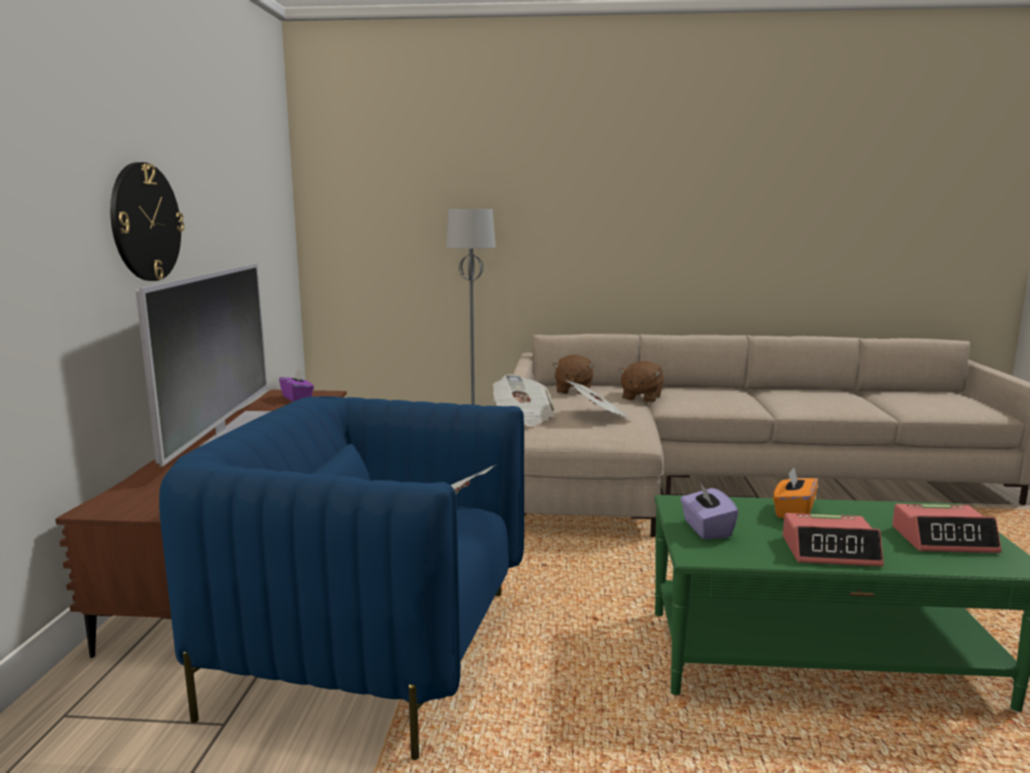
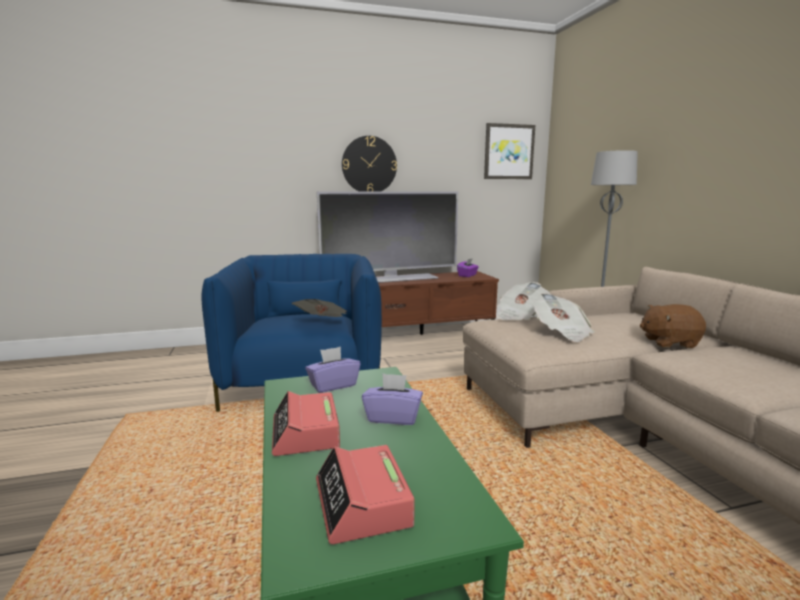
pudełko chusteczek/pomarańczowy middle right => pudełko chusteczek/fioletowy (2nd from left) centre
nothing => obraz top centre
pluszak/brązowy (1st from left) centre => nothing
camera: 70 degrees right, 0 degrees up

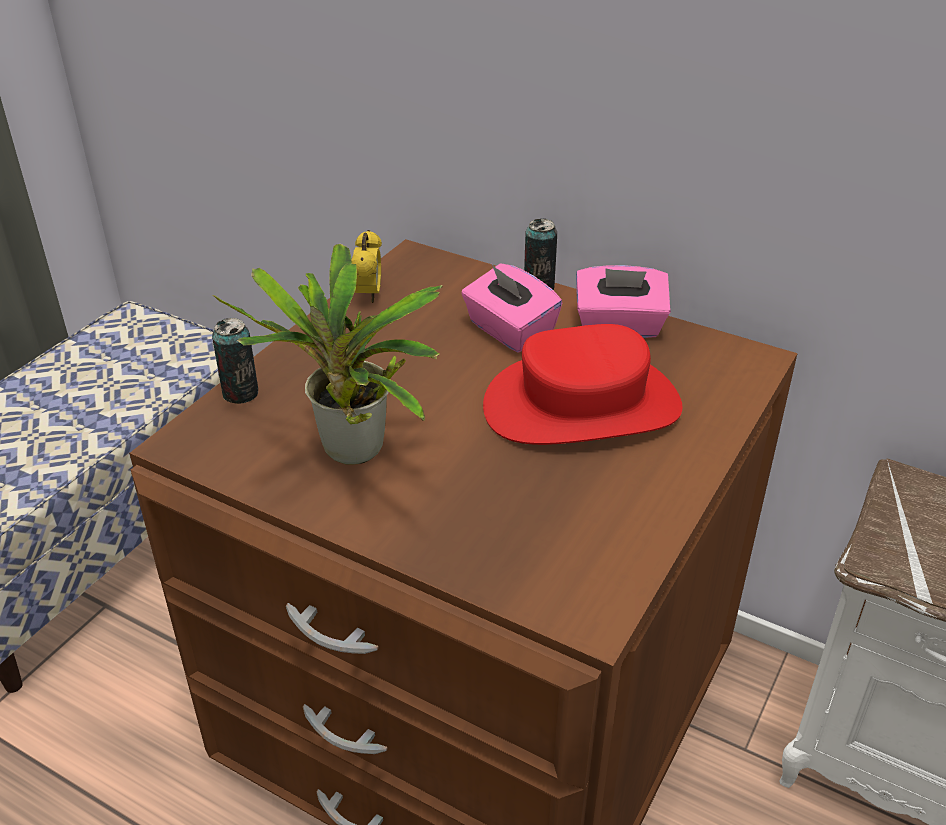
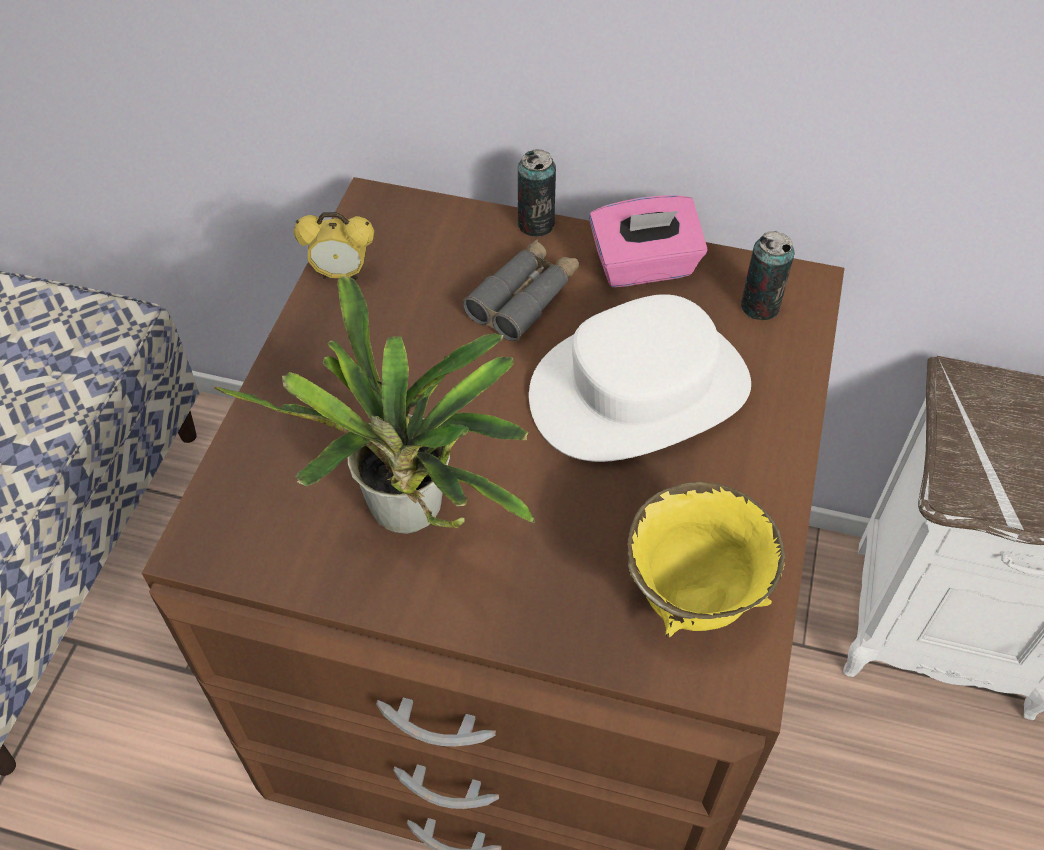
budzik top centre => budzik top left, 105 degrees clockwise
pudełko chusteczek/różowy (1st from left) centre => lornetka/szary centre
kapelusz/czerwony centre => kapelusz/biały centre
nothing => miska/żółty middle right
puszka (1st from left in the first image) middle left => puszka (2nd from left) top right, moved
camera: 15 degrees left, 15 degrees up

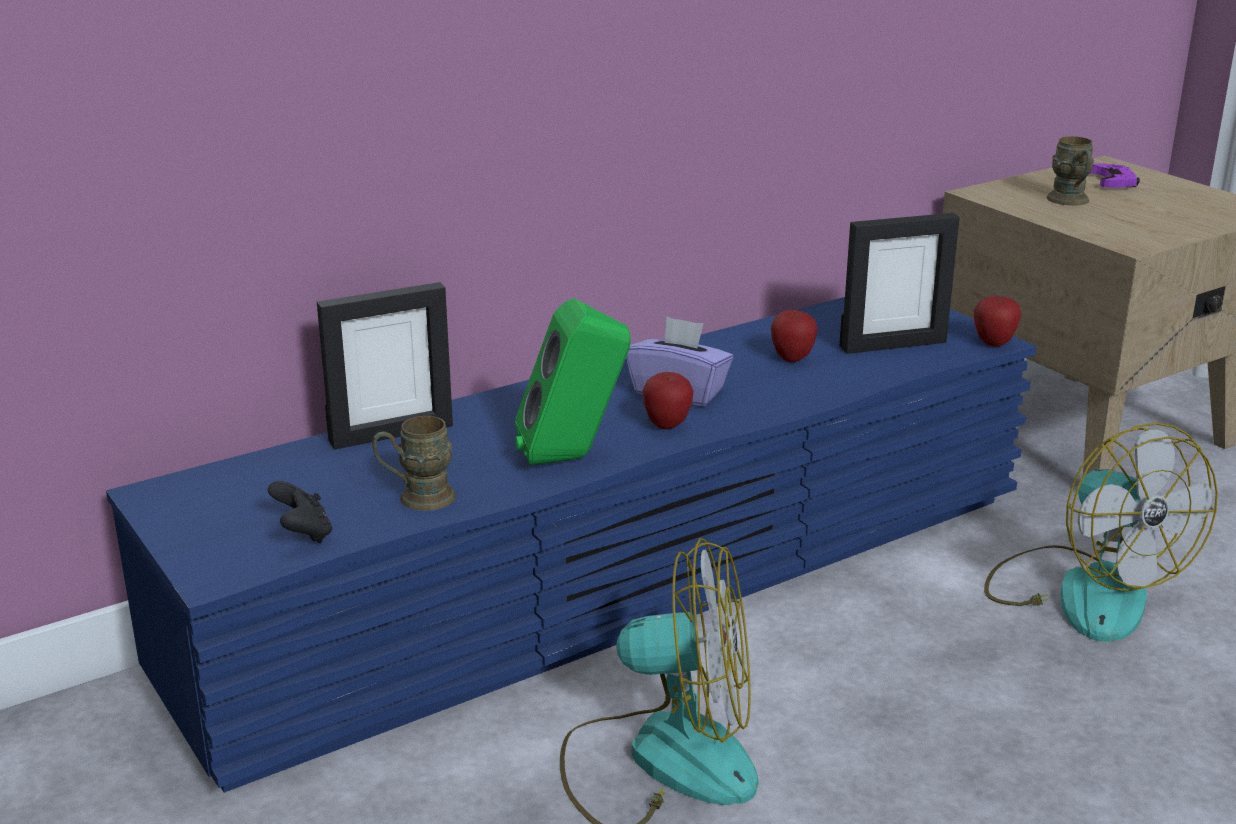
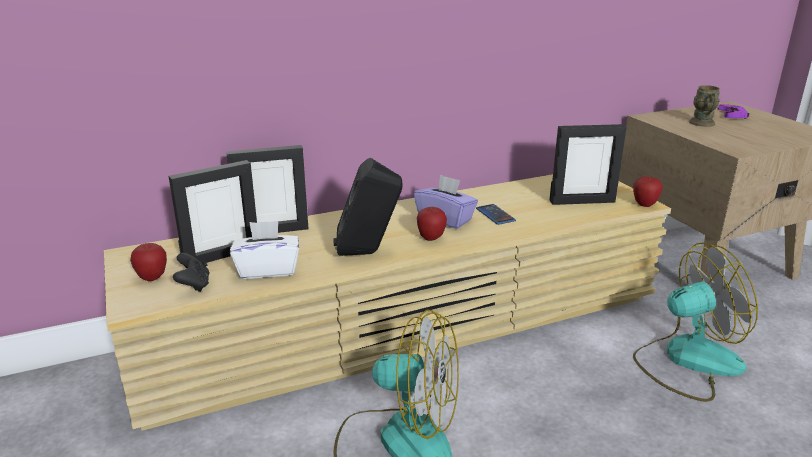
szafka pod telewizor/niebieski centre => szafka pod telewizor/beżowy centre
jabłko (2nd from left in the first image) centre => jabłko (1st from left) middle left, moved
nothing => ramka na zdjęcie (1st from left) middle left
kubek/brązowy (1st from left) centre => pudełko chusteczek/biały middle left
głośnik/zielony centre => głośnik/czarny centre
nothing => telefon centre
wentylator (2nd from left) middle right => wentylator (2nd from left) bottom right, 90 degrees counterclockwise
camera: 10 degrees right, 0 degrees up

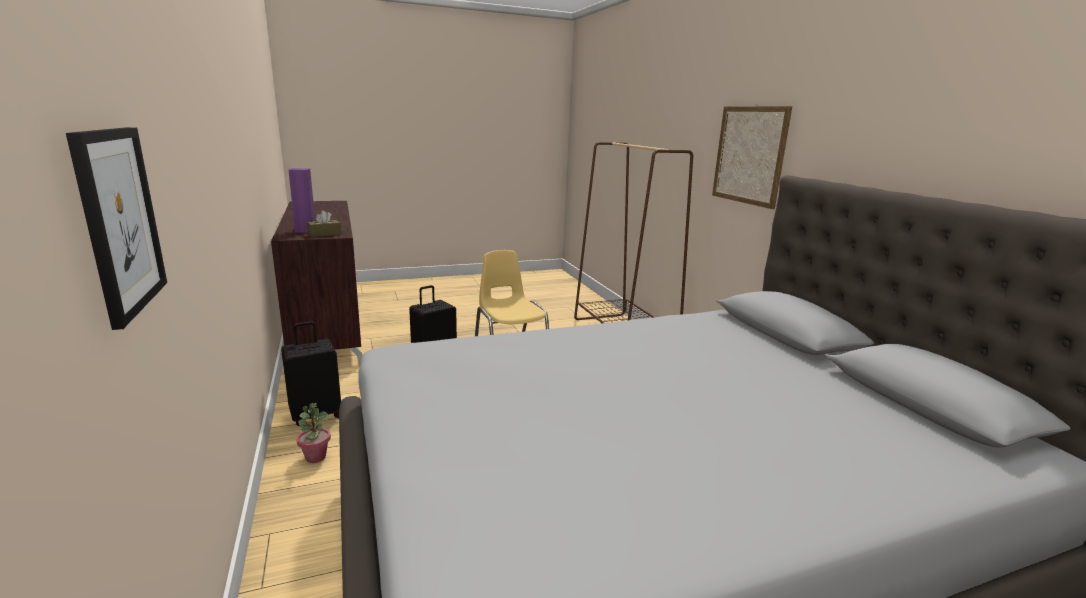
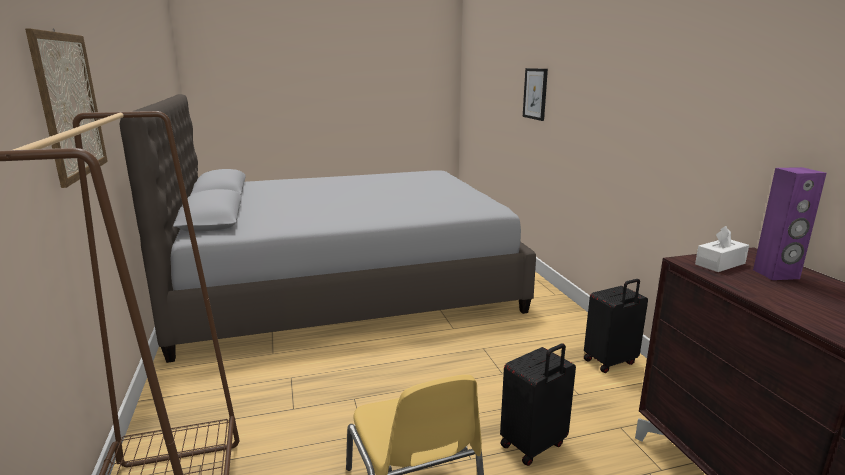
pudełko chusteczek/brązowy middle left => pudełko chusteczek/biały middle right
roślina doniczkowa bottom left => nothing
camera: 175 degrees left, 0 degrees up

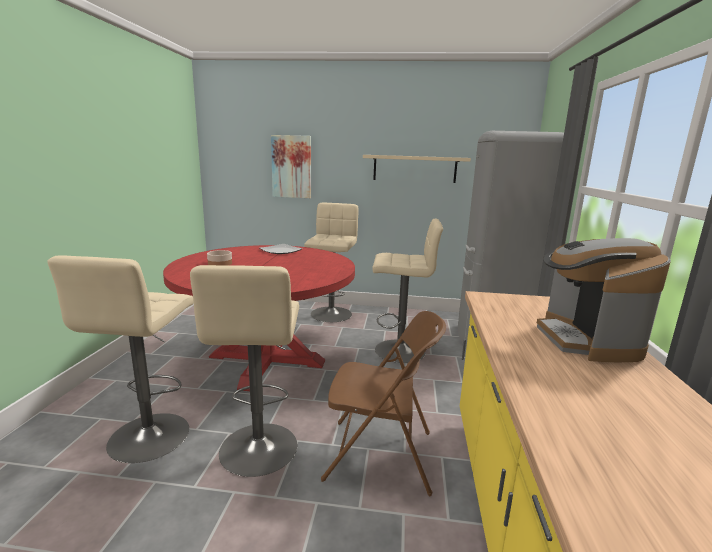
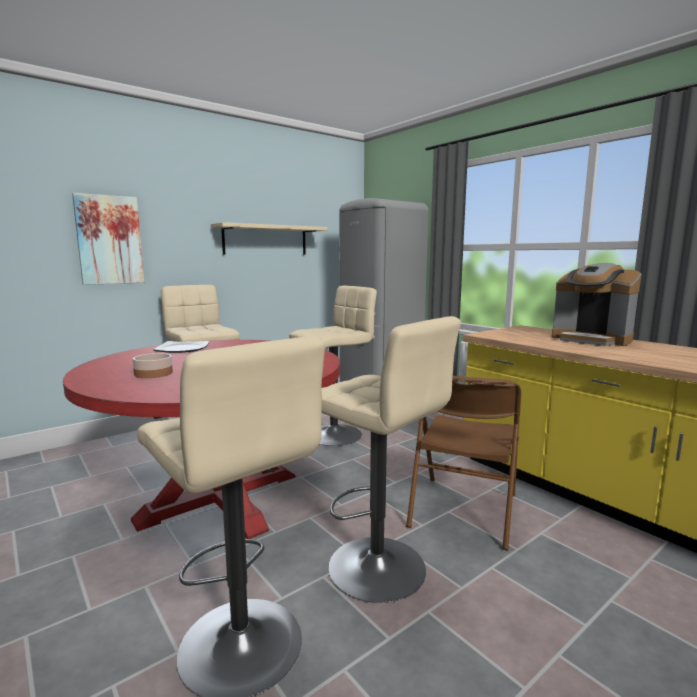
krzesło/brązowy bottom centre => krzesło/brązowy centre, 150 degrees clockwise
camera: 45 degrees left, 5 degrees down

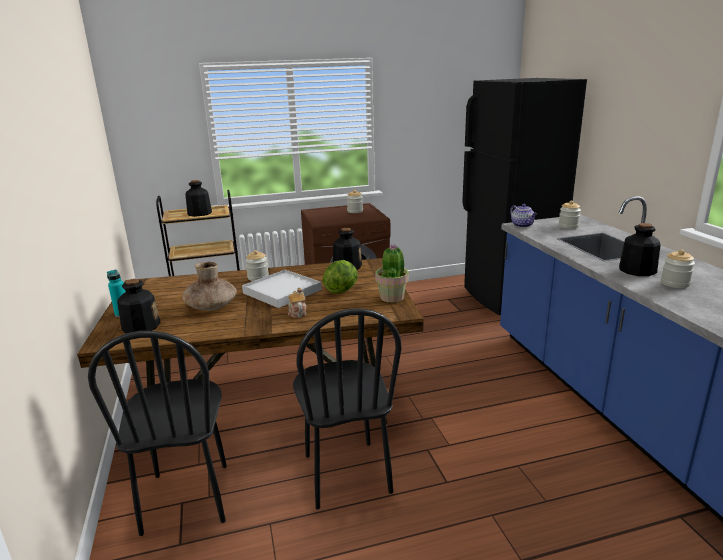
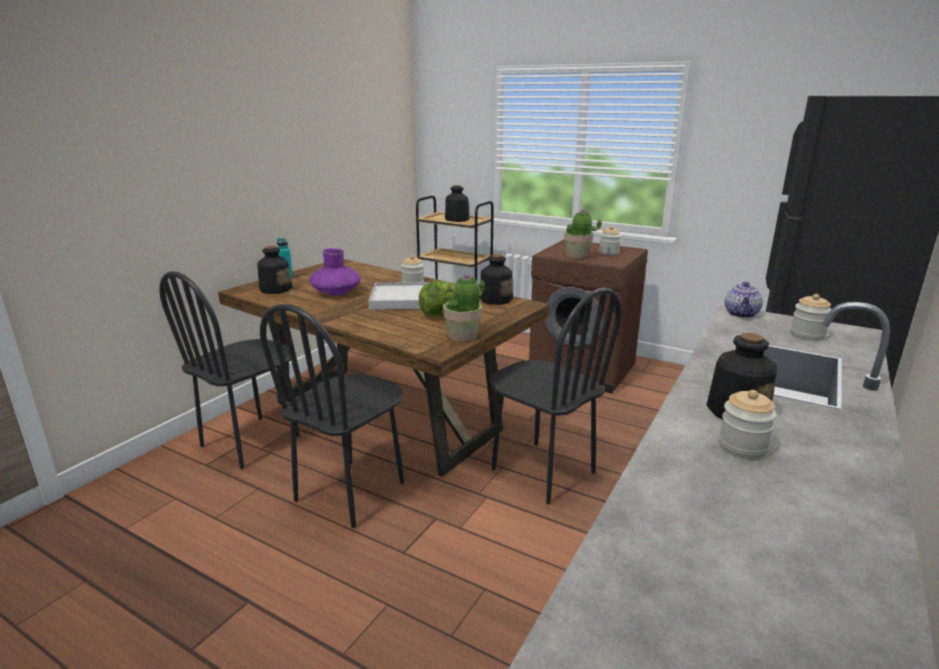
wazon/brązowy middle left => wazon/fioletowy centre
nothing => krzesło/czarny (3rd from left) centre
nothing => roślina doniczkowa (2nd from left) centre
imbryk (1st from left) centre => nothing
camera: 45 degrees right, 0 degrees up

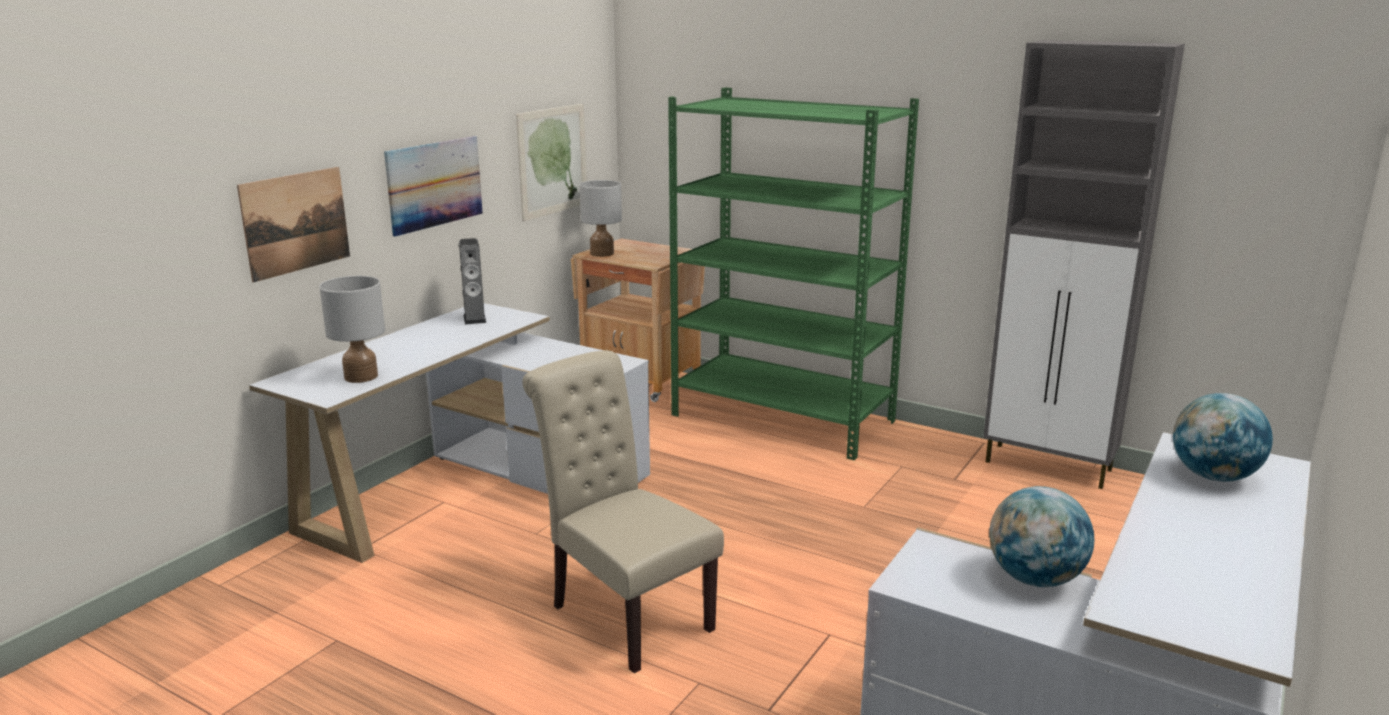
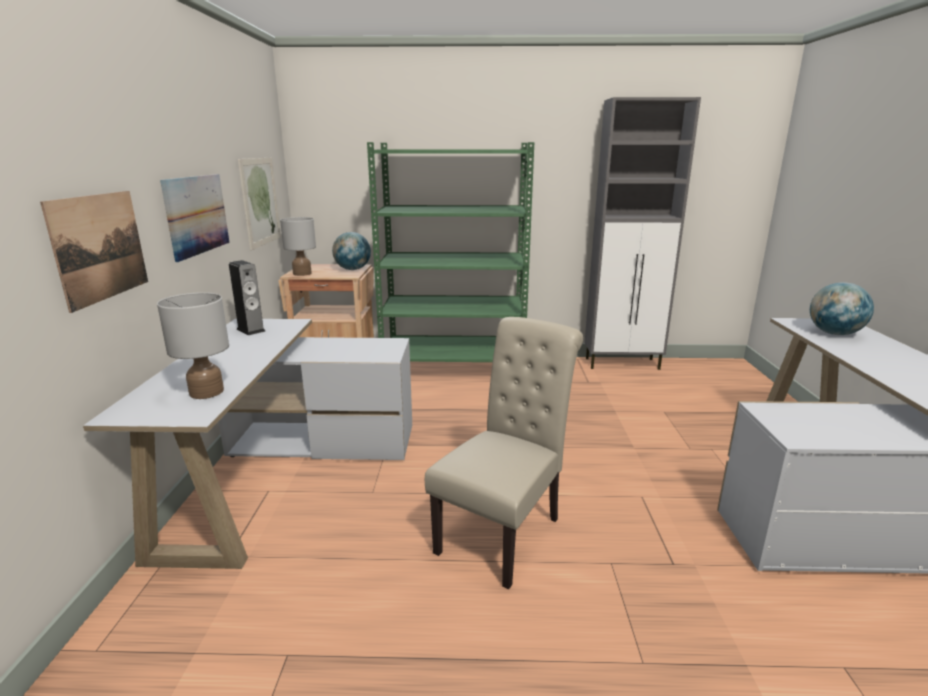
globus (1st from left) bottom right => globus (1st from left) centre, moved
krzesło/beżowy bottom centre => krzesło/beżowy centre, 105 degrees clockwise
camera: 30 degrees left, 0 degrees up

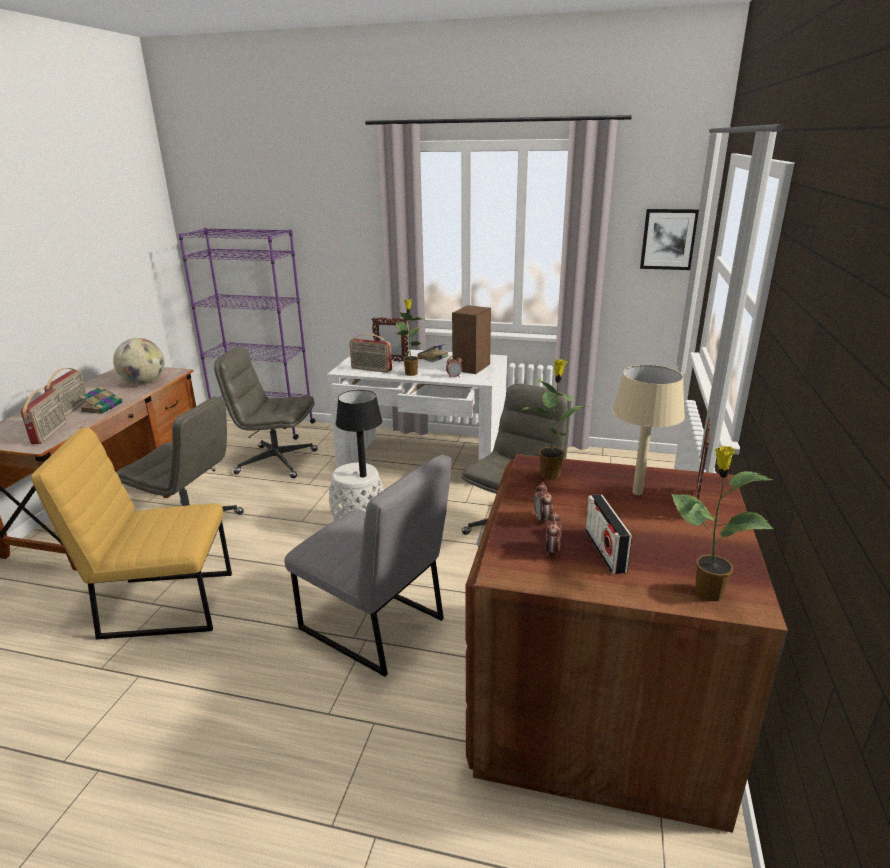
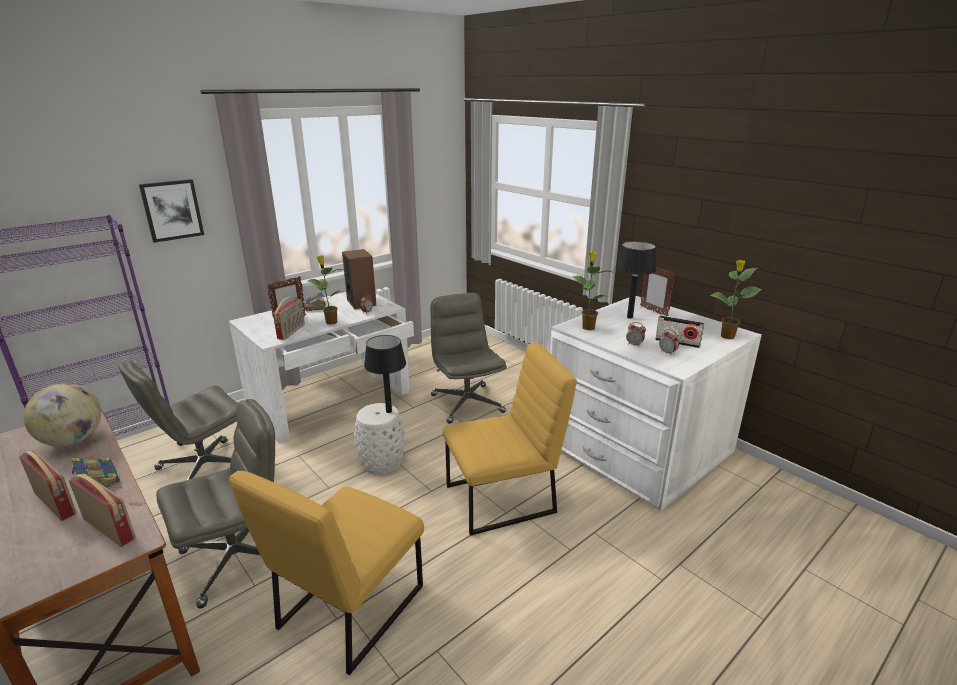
obraz top right => obraz top left, moved
radio (3rd from left) centre => radio (3rd from left) middle left, 45 degrees counterclockwise
krzesło/szary centre => krzesło/żółty (2nd from left) centre
komoda/brązowy bottom right => komoda/biały middle right
lampa stołowa/beżowy middle right => lampa stołowa/czarny (2nd from left) centre
camera: 55 degrees left, 0 degrees up

